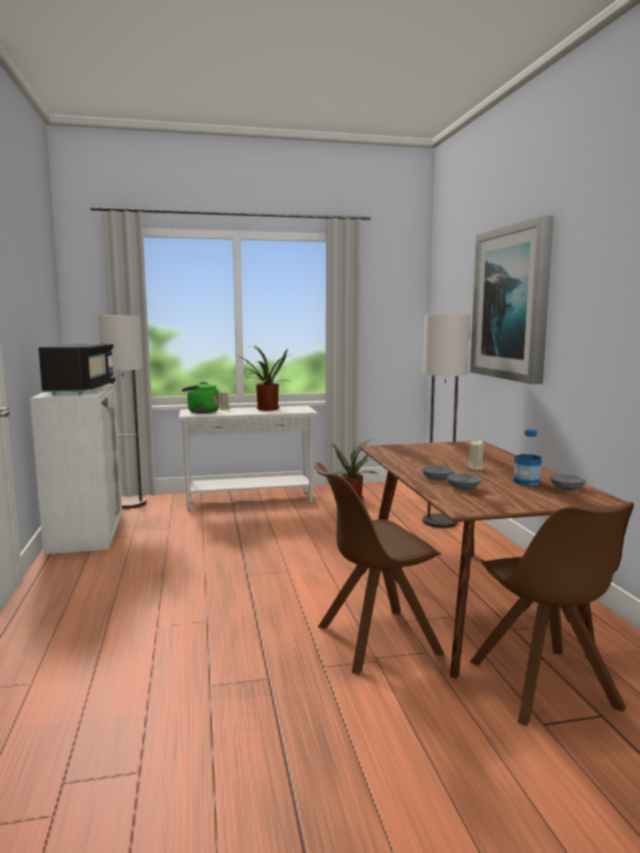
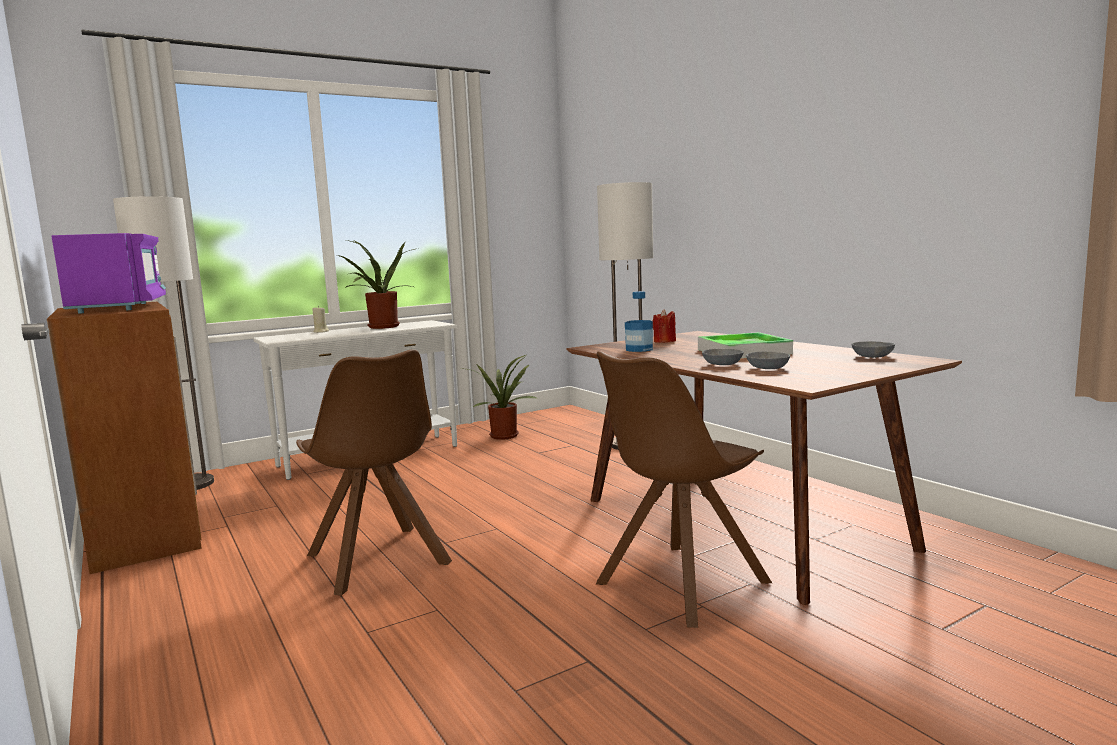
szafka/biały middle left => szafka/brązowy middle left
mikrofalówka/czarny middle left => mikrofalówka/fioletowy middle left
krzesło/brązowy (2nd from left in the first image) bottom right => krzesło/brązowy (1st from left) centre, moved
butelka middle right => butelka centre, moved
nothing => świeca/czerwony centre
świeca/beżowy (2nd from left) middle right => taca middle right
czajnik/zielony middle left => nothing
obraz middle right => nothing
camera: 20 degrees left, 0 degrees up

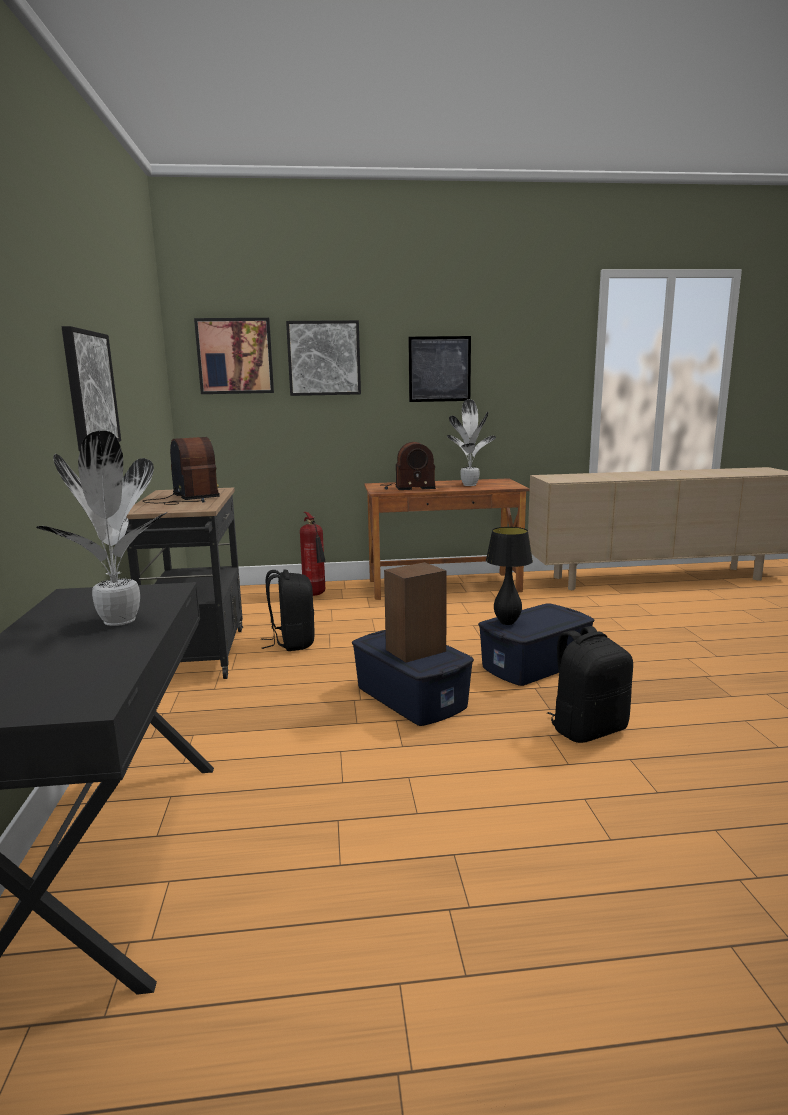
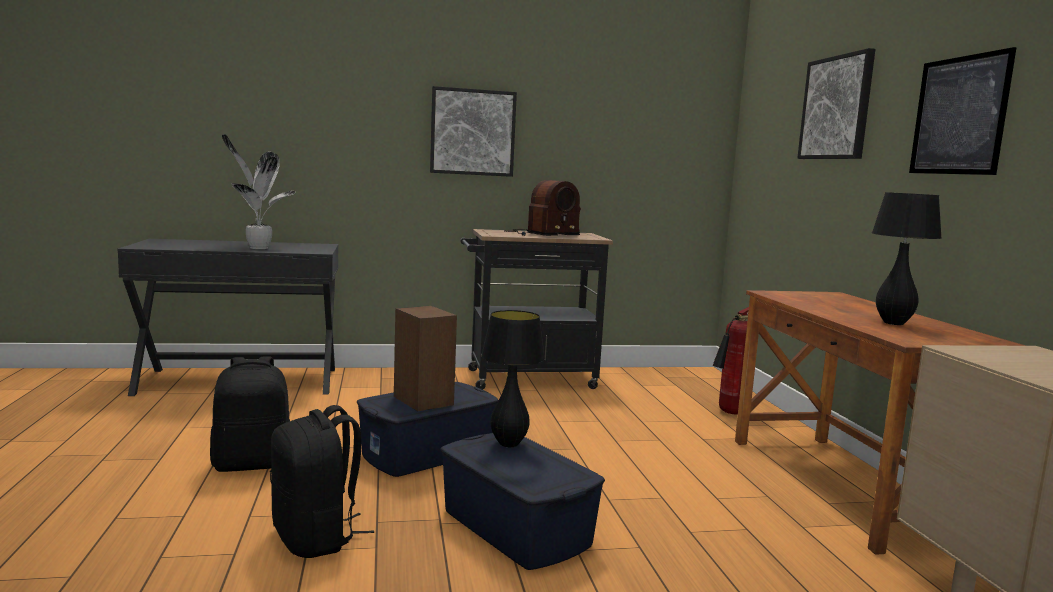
plecak/czarny (1st from left) centre => plecak/czarny (1st from left) bottom left, moved
roślina doniczkowa (2nd from left) centre => lampa stołowa/czarny (2nd from left) middle right
obraz (2nd from left) top left => nothing
radio (2nd from left) centre => nothing
camera: 85 degrees right, 5 degrees down

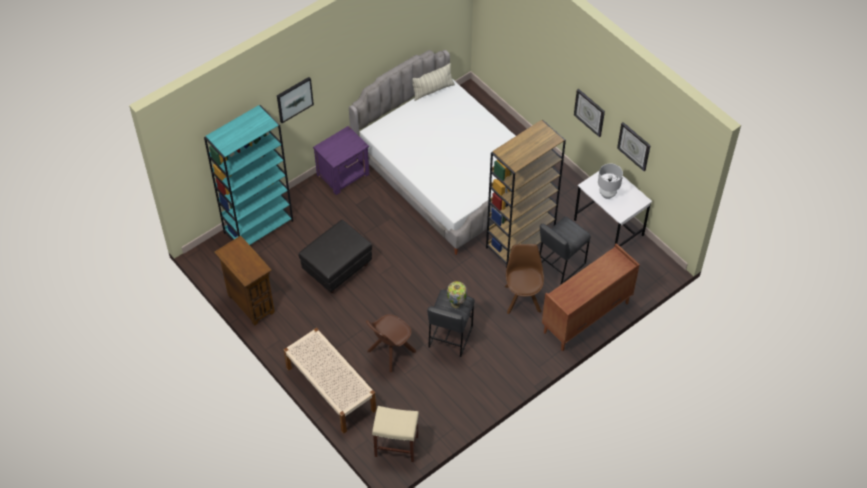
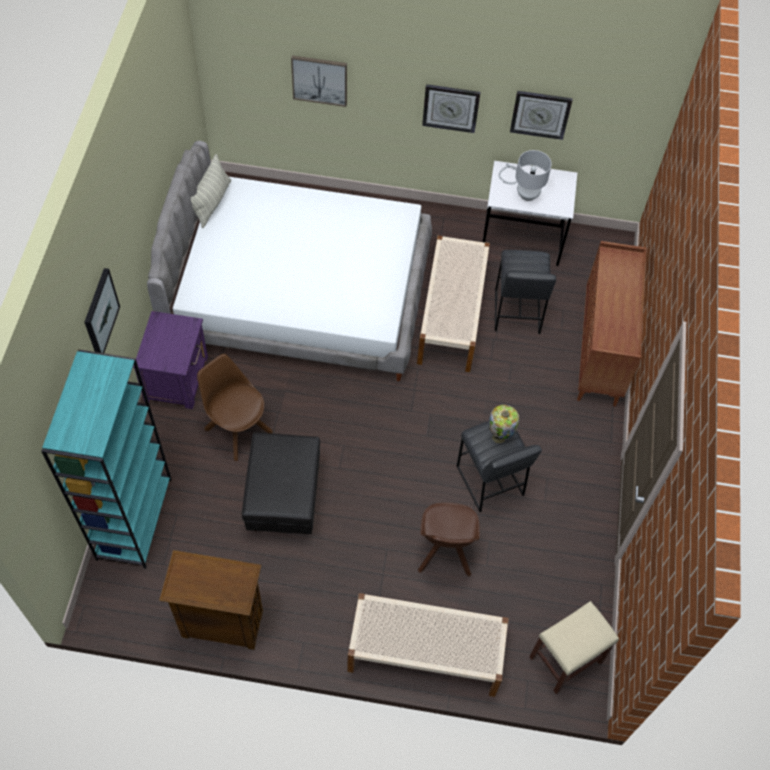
krzesło/brązowy (2nd from left in the first image) centre => krzesło/brązowy (1st from left) middle left, moved
nothing => obraz (2nd from left) top centre
regał/brązowy centre => ławka/beżowy (2nd from left) centre
camera: 45 degrees left, 5 degrees up

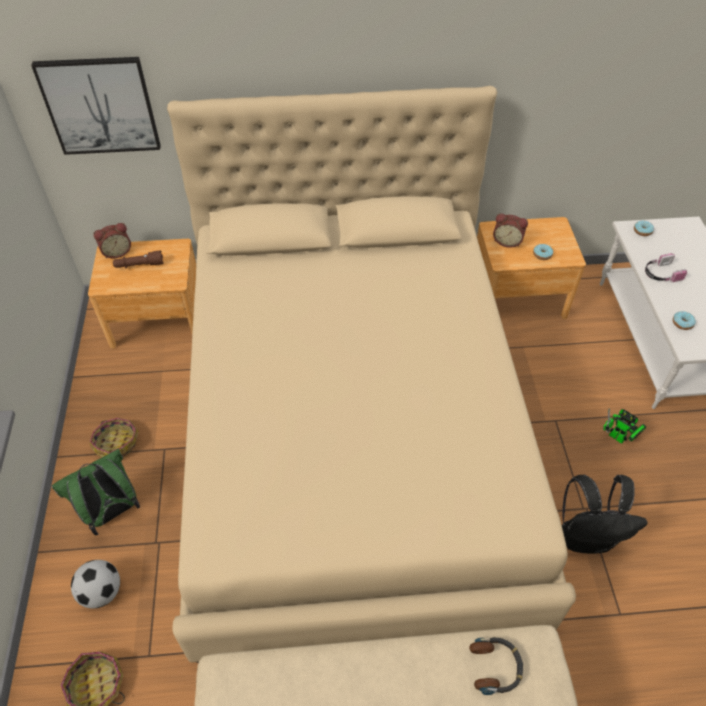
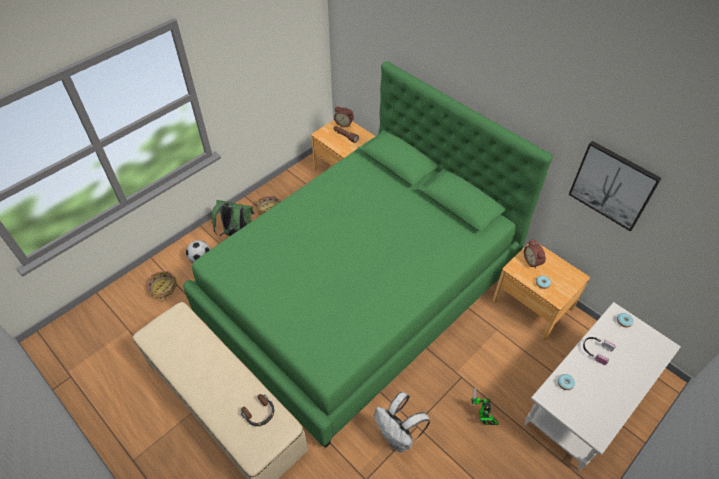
łóżko/beżowy centre => łóżko/zielony centre
plecak/czarny bottom right => plecak/biały bottom centre
obraz top left => obraz middle right, moved
camera: 50 degrees right, 0 degrees up

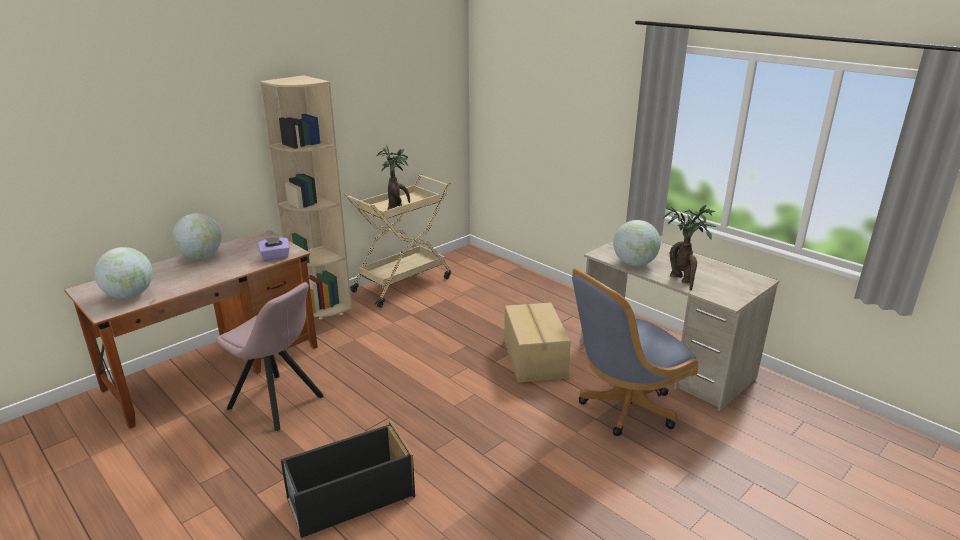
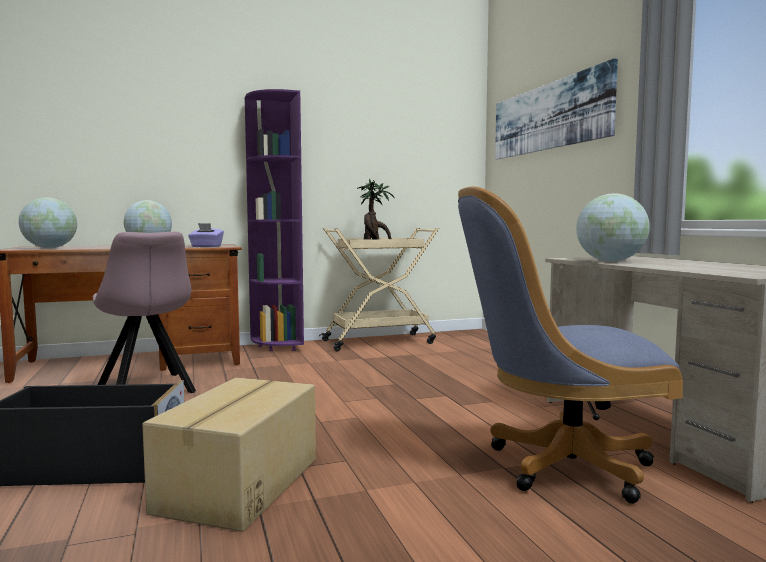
karton centre => karton bottom left, moved
regał/beżowy middle left => regał/fioletowy centre
nothing => obraz top right
roślina doniczkowa (2nd from left) middle right => nothing
camera: 25 degrees right, 20 degrees down

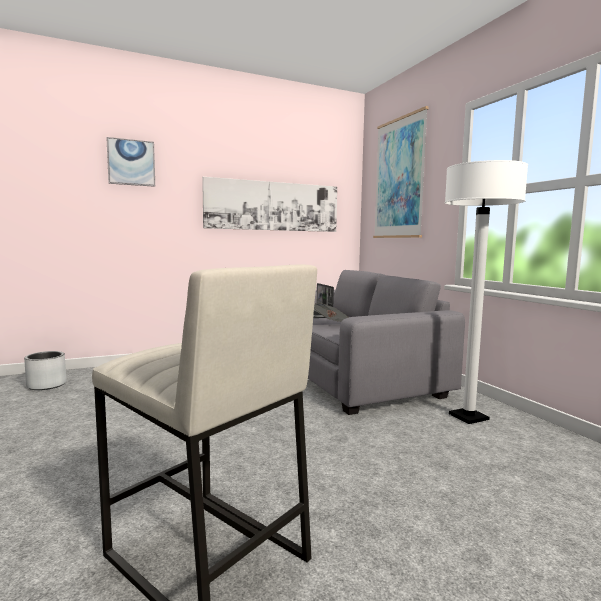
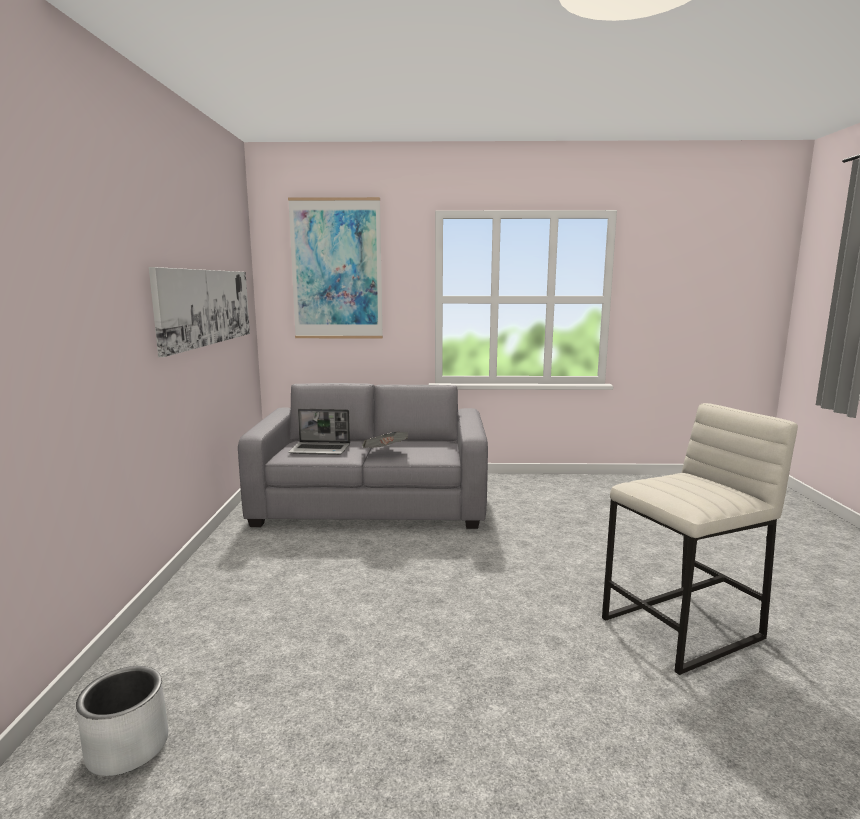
obraz (1st from left) top left => nothing
lampa stojąca/biały middle right => nothing
camera: 65 degrees left, 5 degrees up

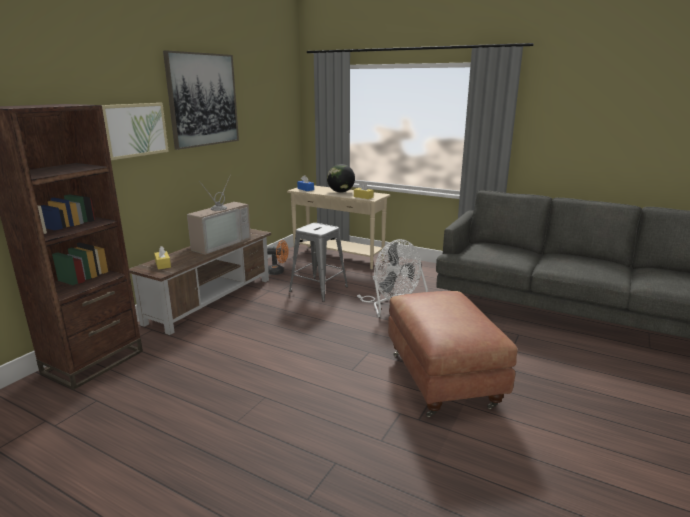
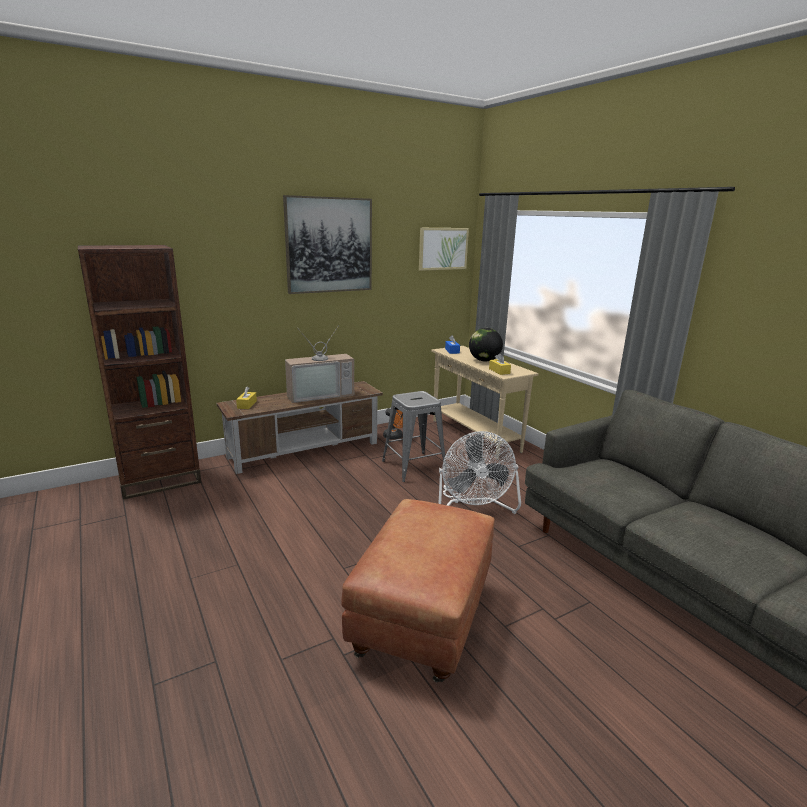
obraz (1st from left in the first image) top left => obraz (2nd from left) top centre, moved
camera: 30 degrees right, 0 degrees up

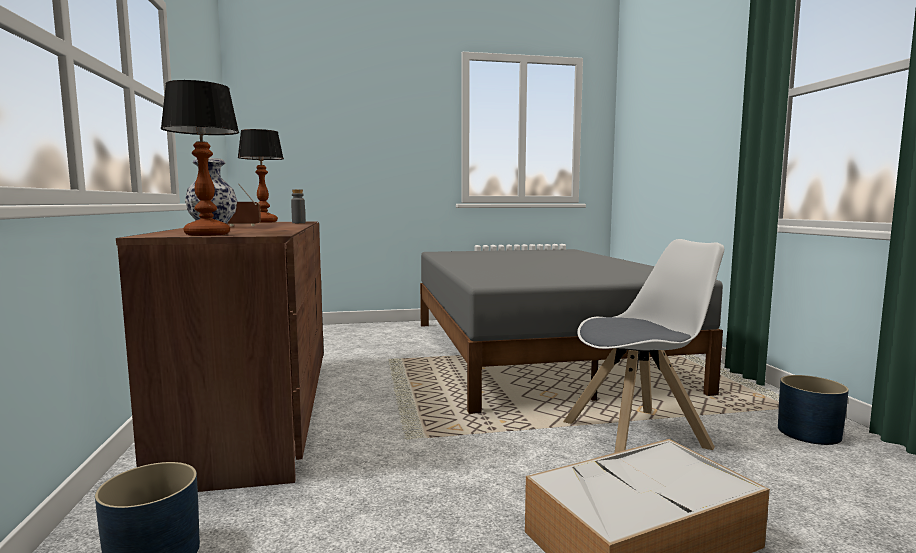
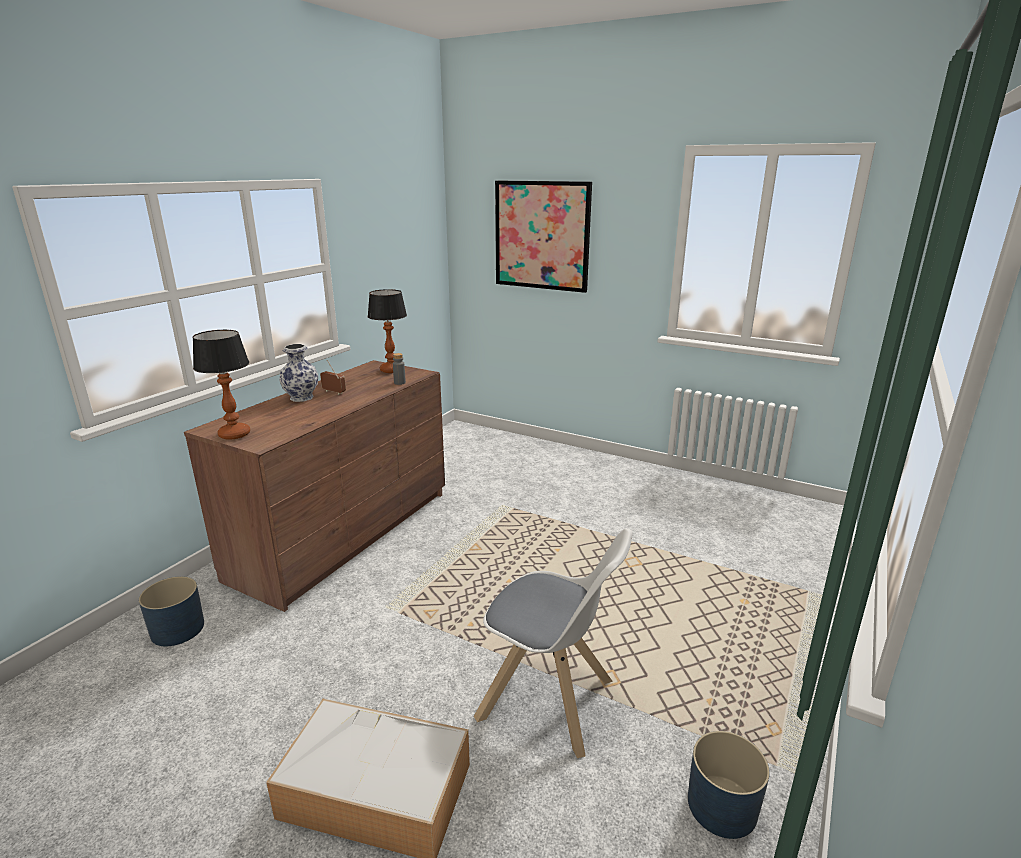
nothing => obraz top centre
łóżko/szary centre => nothing
camera: 40 degrees right, 15 degrees up

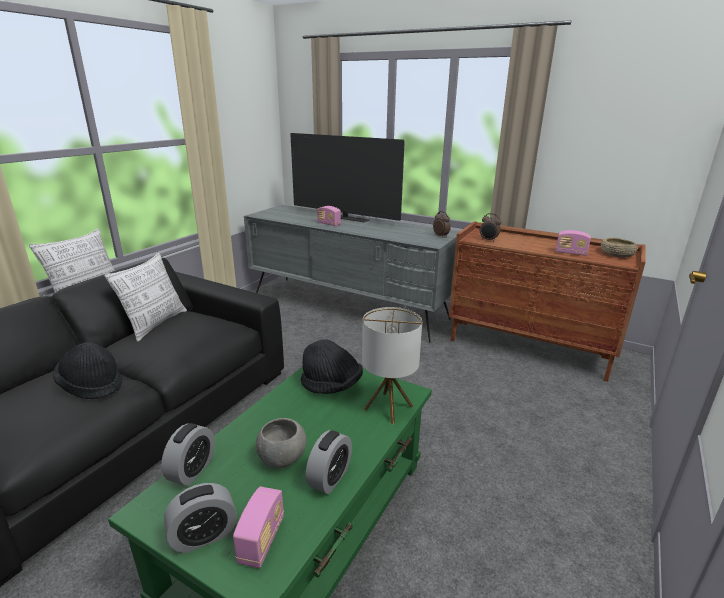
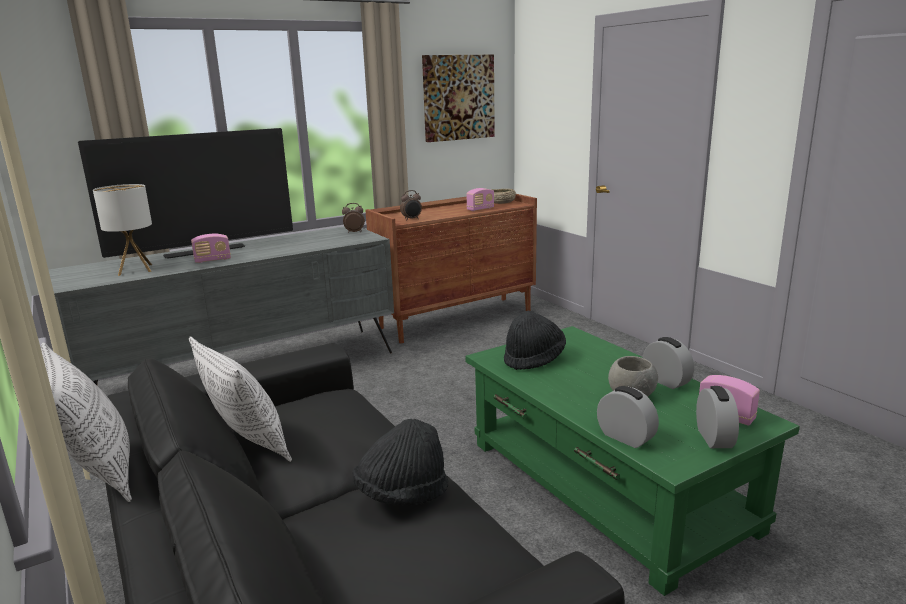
lampa stołowa centre => lampa stołowa middle left, moved
nothing => obraz top centre
camera: 60 degrees left, 5 degrees down

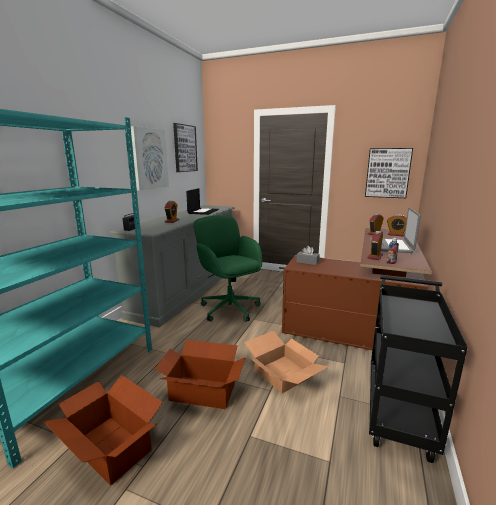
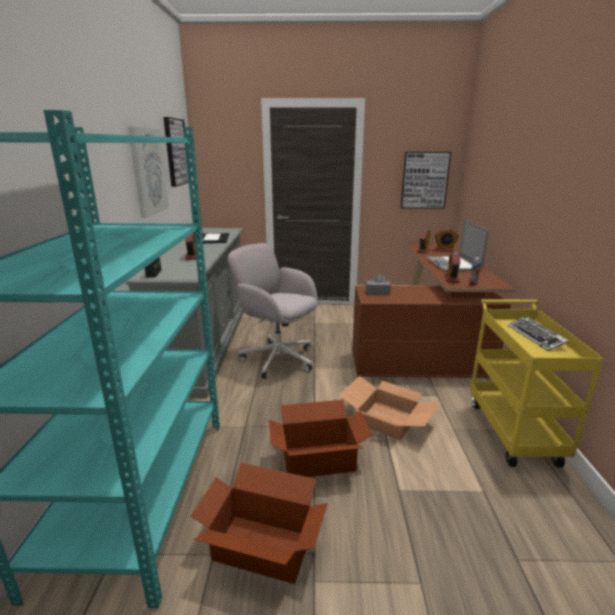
krzesło biurowe/zielony centre => krzesło biurowe/szary centre
wózek/czarny bottom right => wózek/żółty middle right
nothing => klawiatura middle right
camera: 20 degrees left, 5 degrees up

